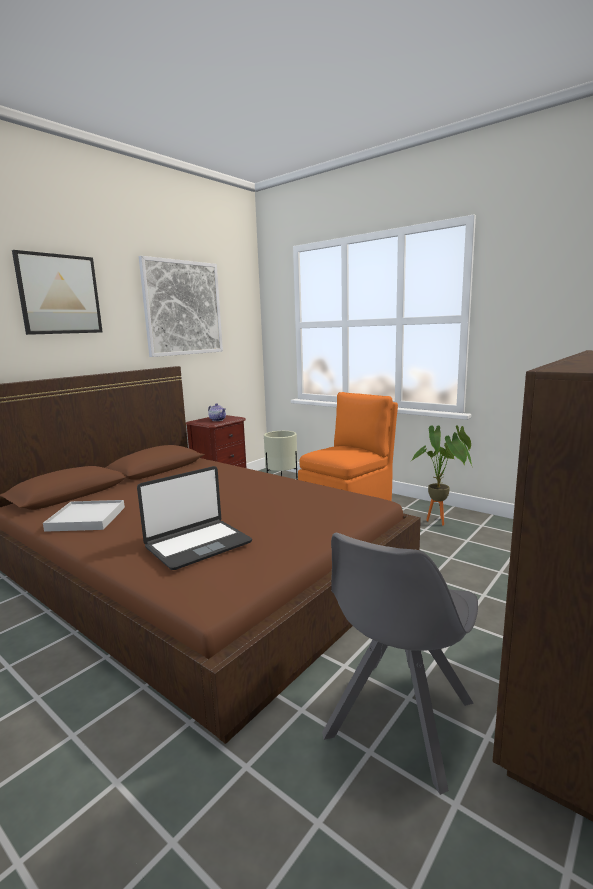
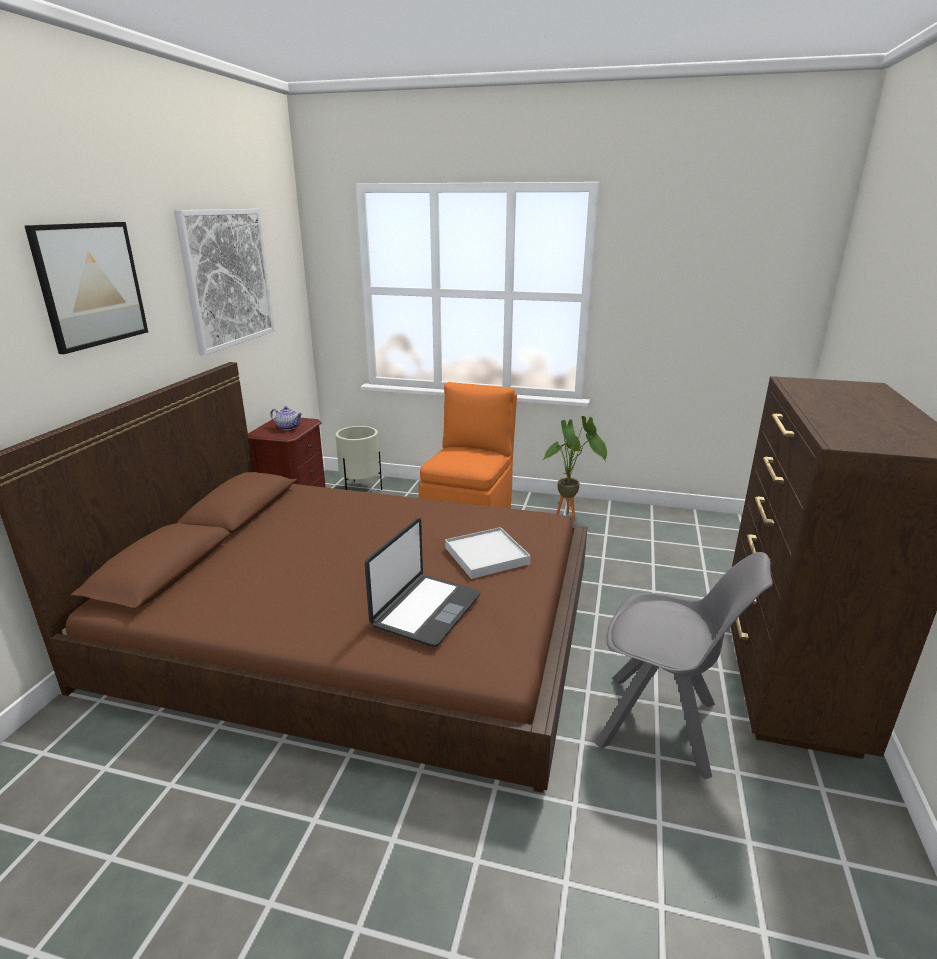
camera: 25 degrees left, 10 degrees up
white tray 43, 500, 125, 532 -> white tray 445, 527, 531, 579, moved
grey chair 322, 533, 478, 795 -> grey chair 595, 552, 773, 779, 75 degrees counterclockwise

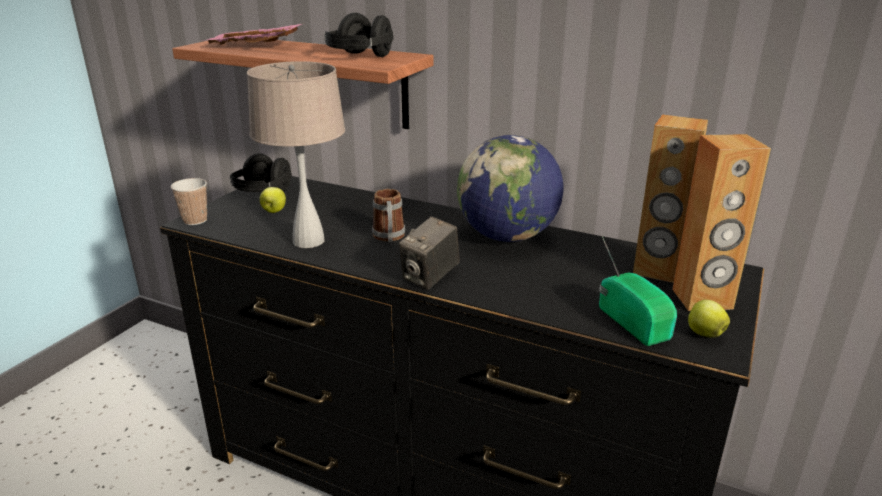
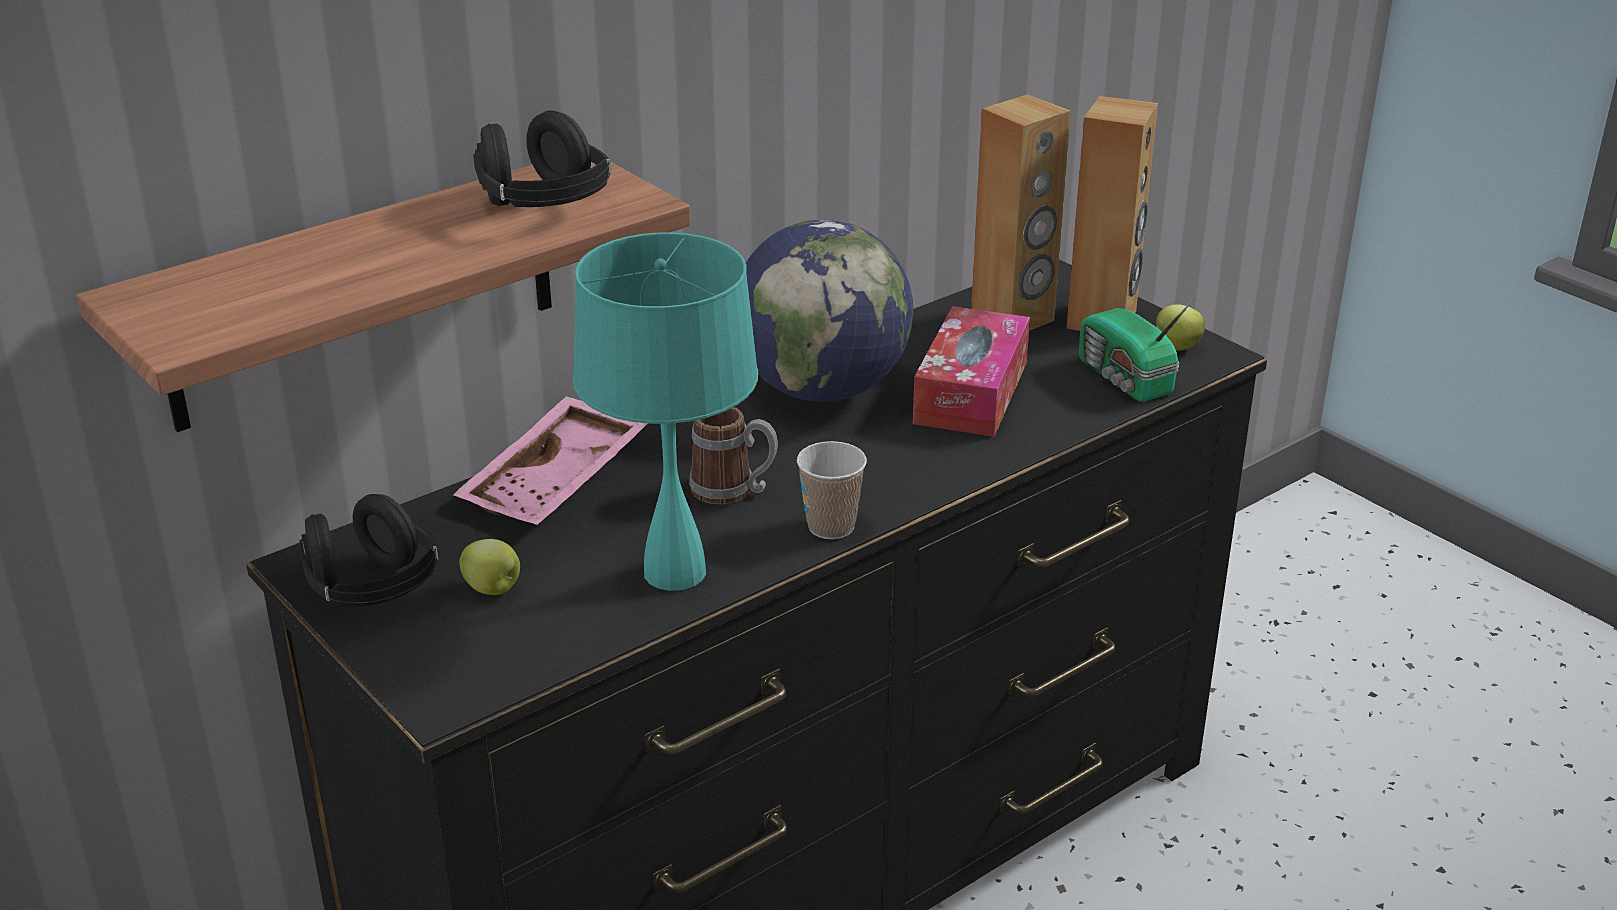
camera: 65 degrees left, 5 degrees up
pink tray 201, 24, 302, 45 -> pink tray 453, 396, 648, 525, moved
beige table lamp 247, 61, 345, 248 -> turquoise table lamp 573, 233, 758, 591
cup 171, 178, 207, 225 -> cup 797, 441, 867, 539, moved
none -> tissue box 913, 306, 1030, 437
radio 599, 236, 677, 346 -> radio 1079, 300, 1193, 402, 120 degrees counterclockwise
photo camera 399, 216, 459, 290 -> none

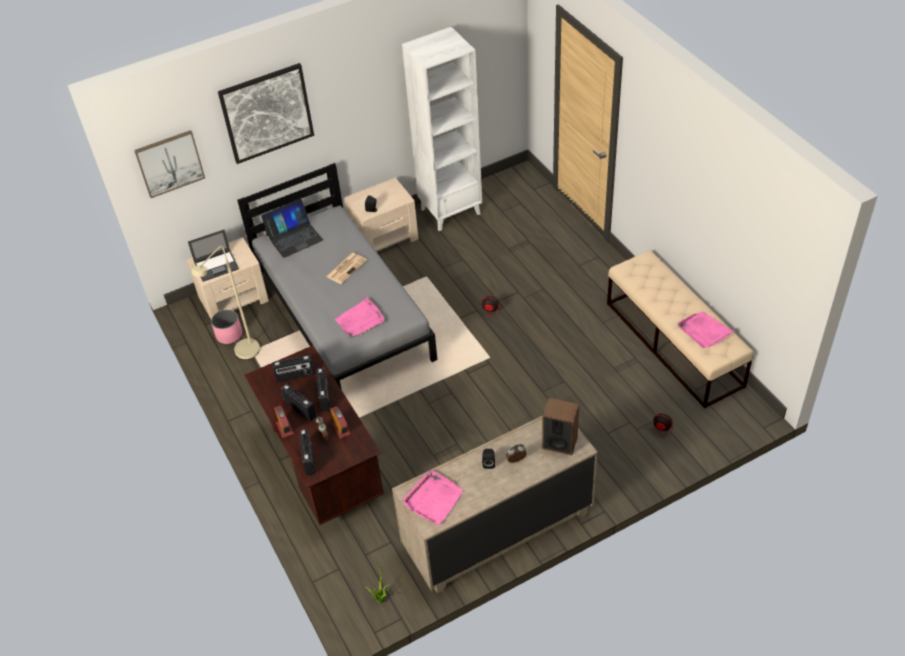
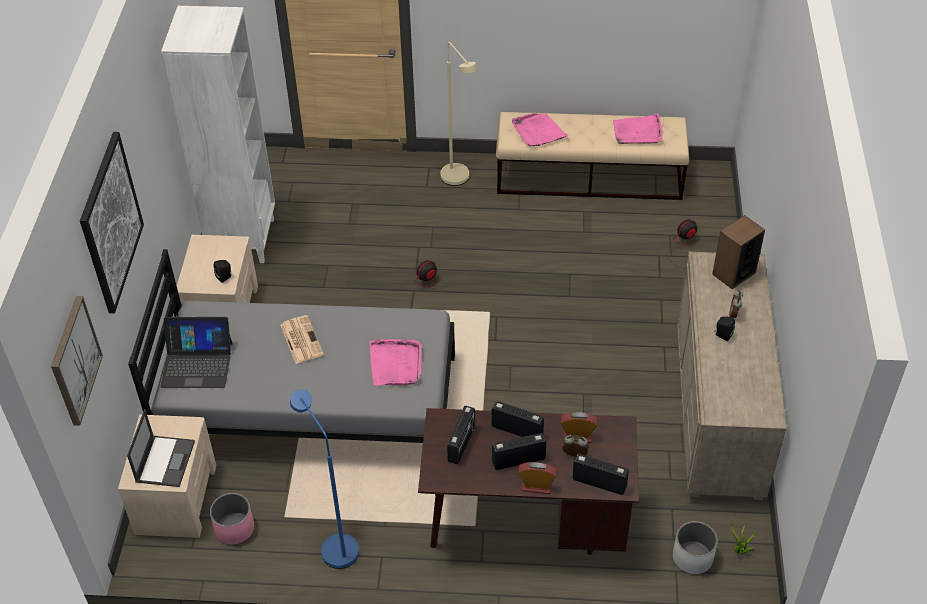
camera: 60 degrees left, 0 degrees up
laptop 261, 198, 323, 258 -> laptop 161, 317, 233, 388, 90 degrees clockwise
none -> blue floor lamp 290, 389, 359, 569
beige floor lamp 192, 246, 260, 360 -> beige floor lamp 440, 42, 477, 186, moved
pink tray 403, 470, 463, 525 -> pink tray 512, 113, 569, 146, moved
none -> white planter 673, 521, 718, 574

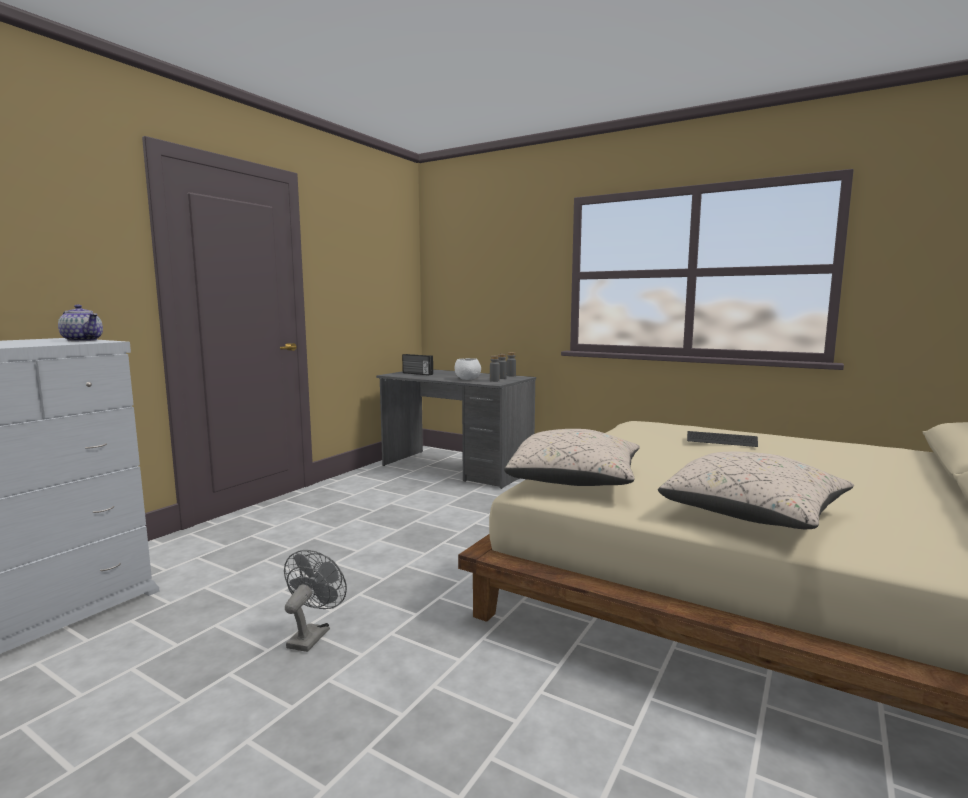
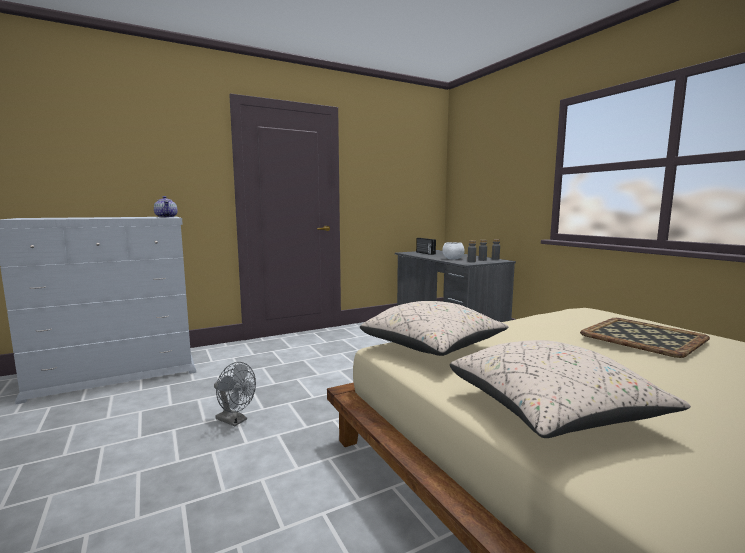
camera: 30 degrees right, 0 degrees up
grey fan 284, 550, 347, 652 -> grey fan 214, 362, 256, 426, 75 degrees clockwise
keyboard 687, 431, 758, 447 -> tray 580, 318, 710, 358

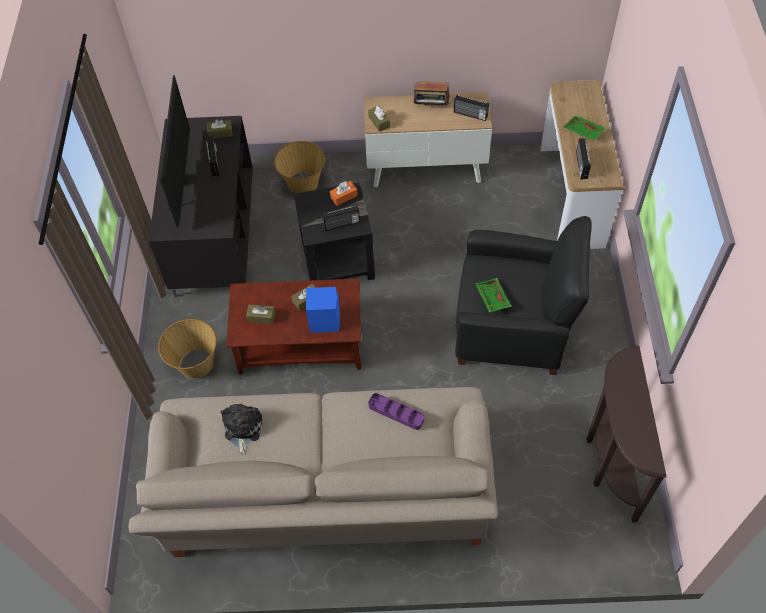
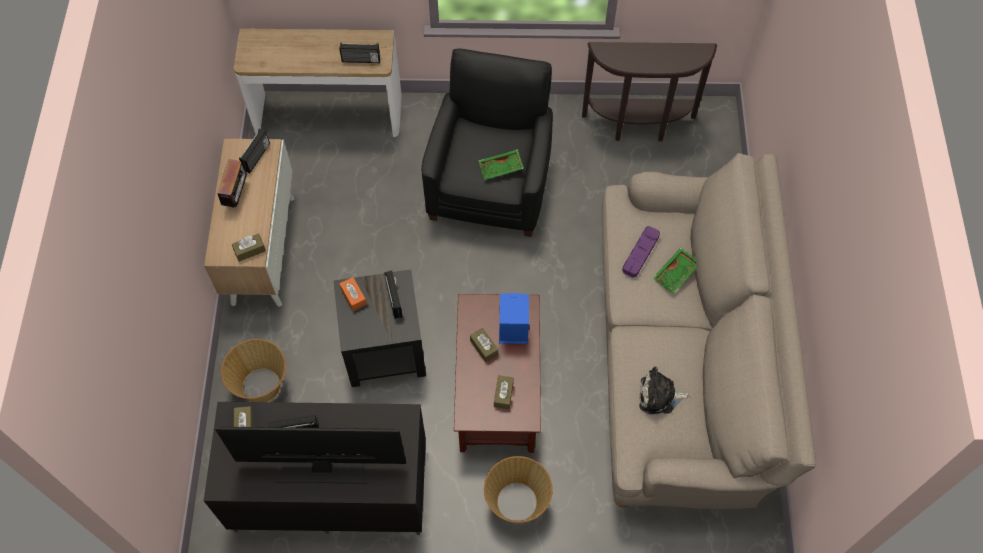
camera: 90 degrees left, 5 degrees up
green tray 563, 115, 607, 141 -> green tray 653, 248, 697, 294, moved

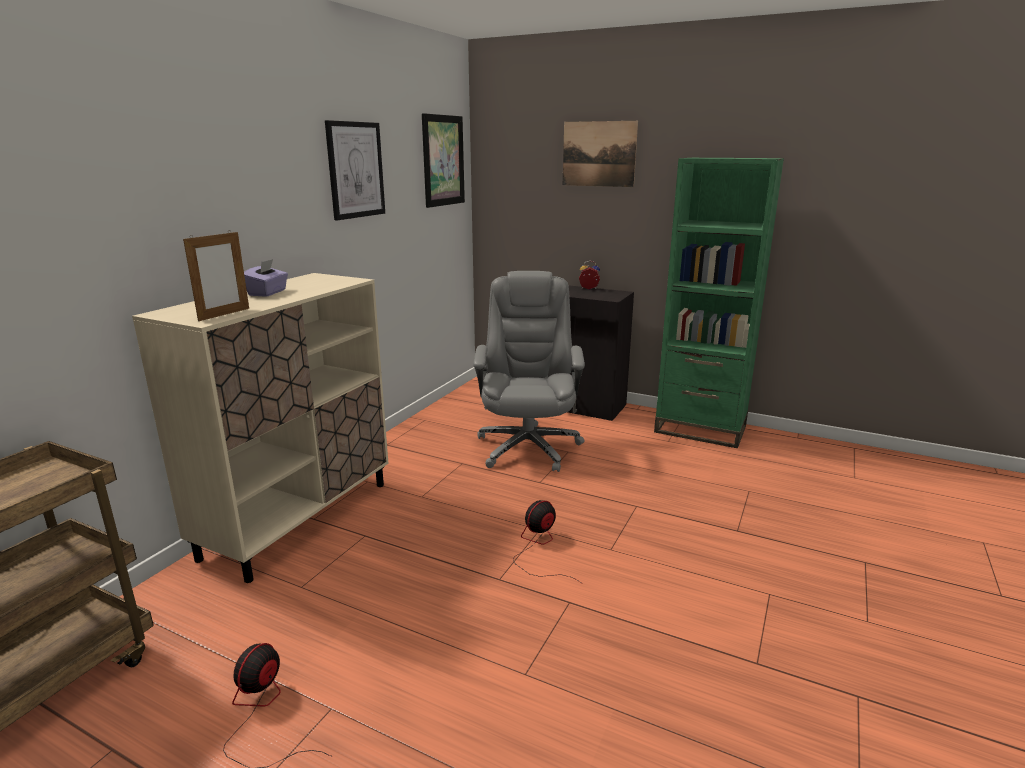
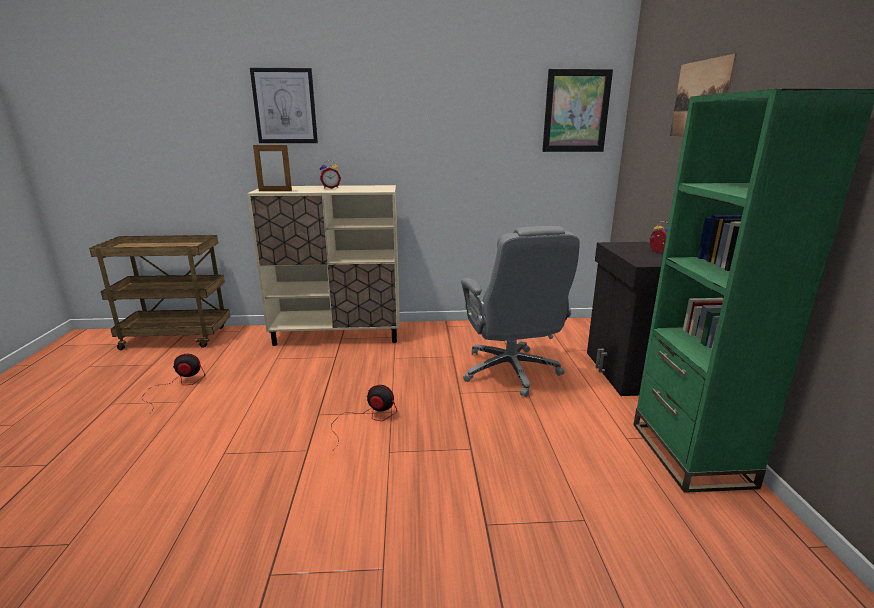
camera: 60 degrees right, 0 degrees up
picture 325, 120, 385, 220 -> picture 250, 68, 318, 143, moved
purple tissue box 244, 259, 288, 297 -> alarm clock 320, 160, 341, 189
grey office chair 473, 271, 585, 472 -> grey office chair 461, 226, 580, 397, 105 degrees clockwise

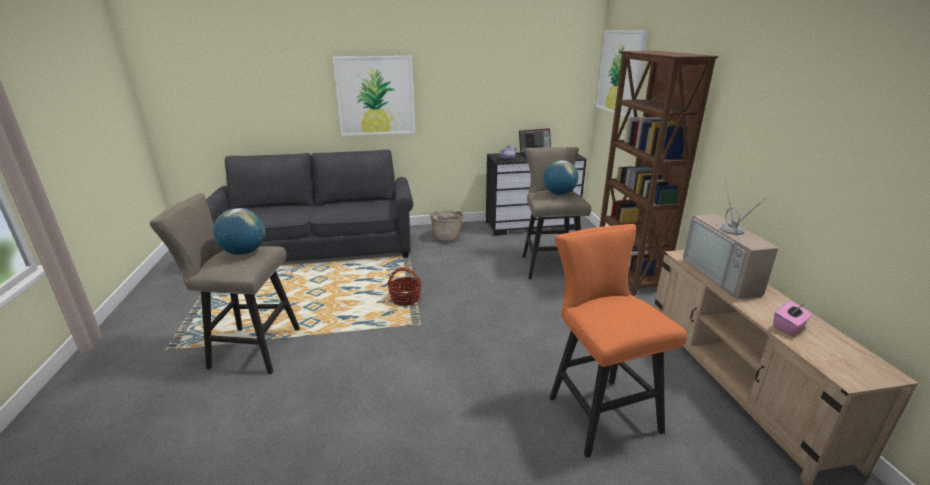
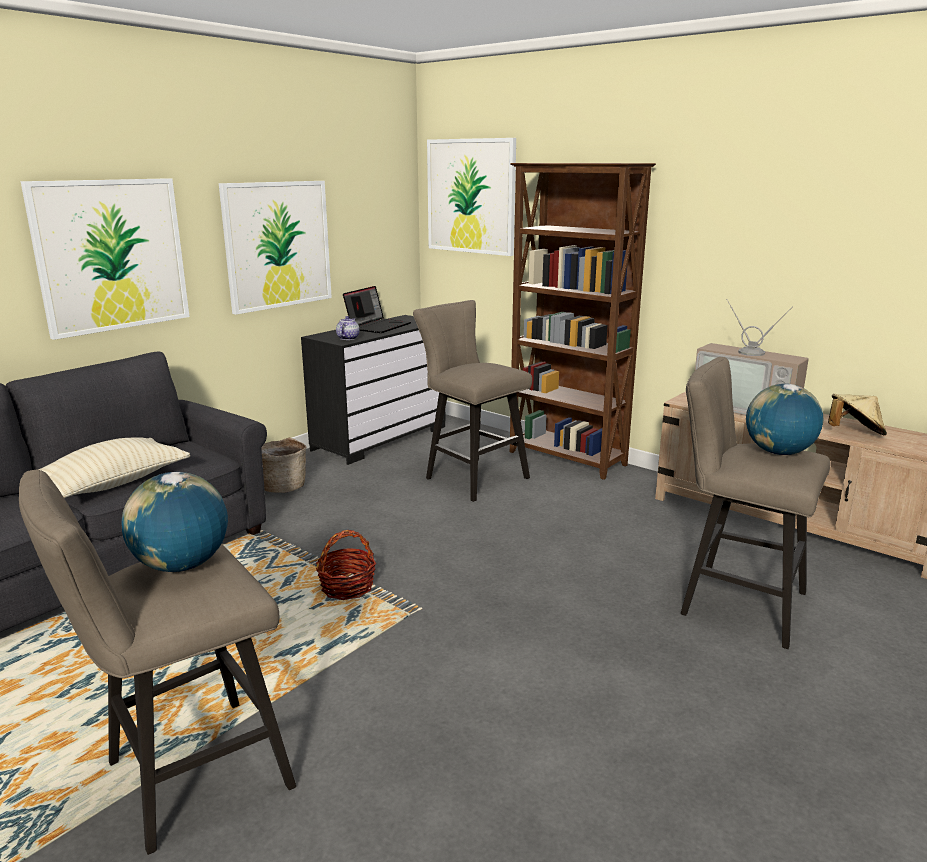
camera: 40 degrees left, 5 degrees down
none -> beige pillow 38, 437, 190, 498
none -> picture 219, 181, 332, 315
orange stool 550, 224, 687, 458 -> beige stool 681, 357, 830, 649
globe 543, 160, 578, 195 -> globe 746, 384, 823, 455, moved
pink tissue box 773, 301, 812, 335 -> beige hat 828, 394, 887, 435

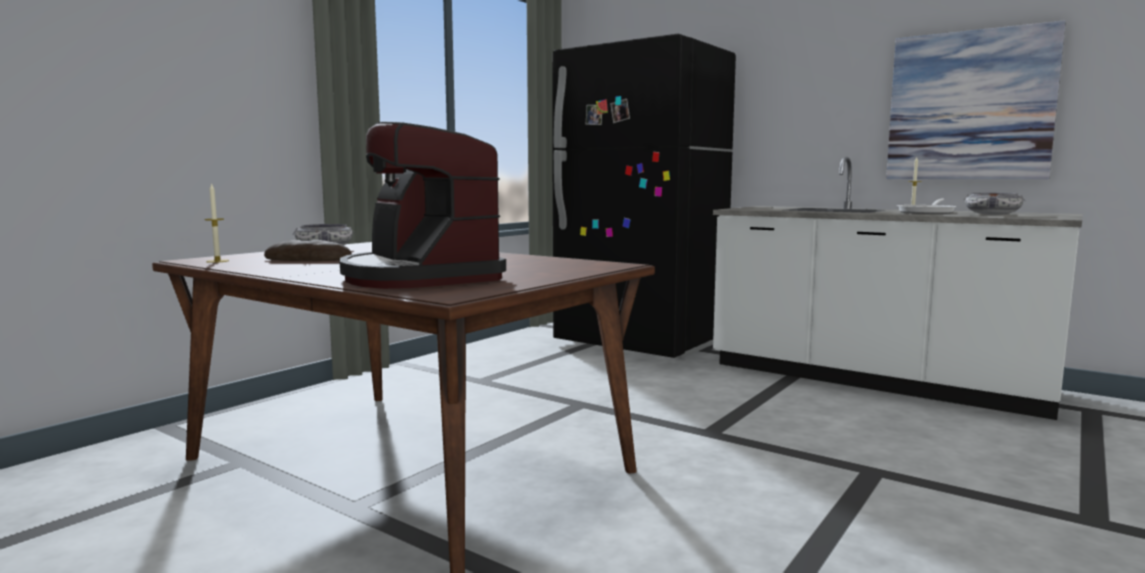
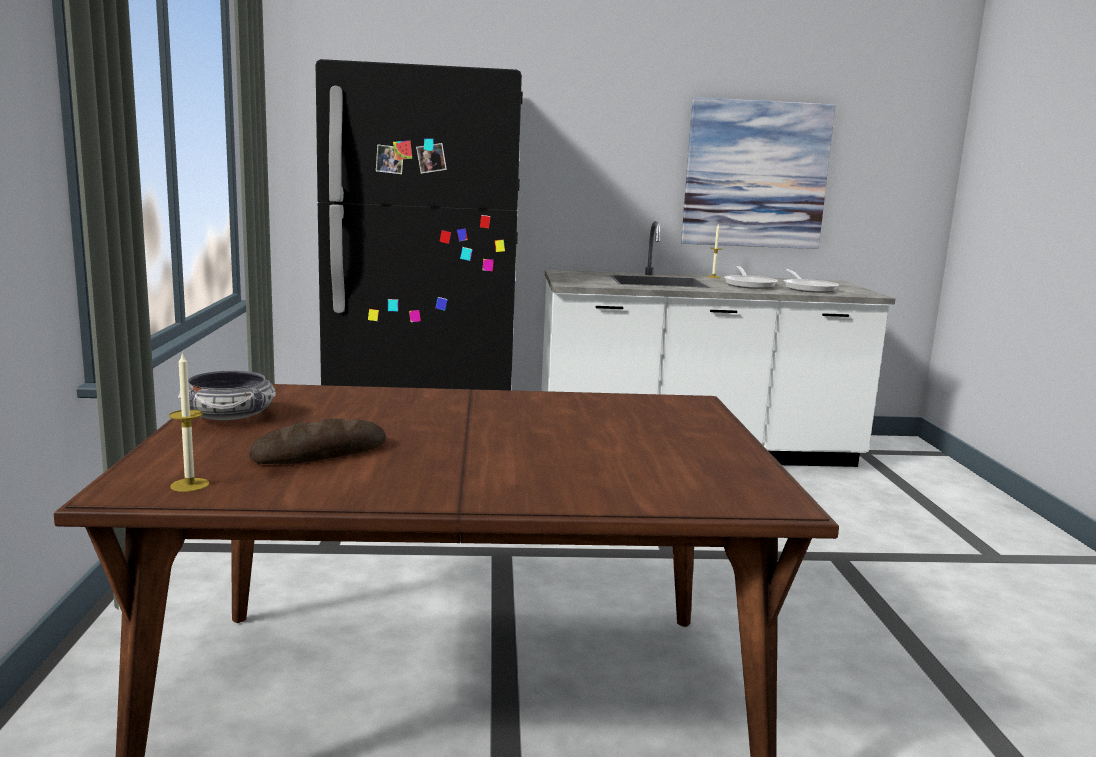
camera: 40 degrees left, 5 degrees up
bowl 963, 193, 1025, 215 -> frying pan 784, 269, 839, 293
coffee machine 339, 122, 506, 289 -> none

